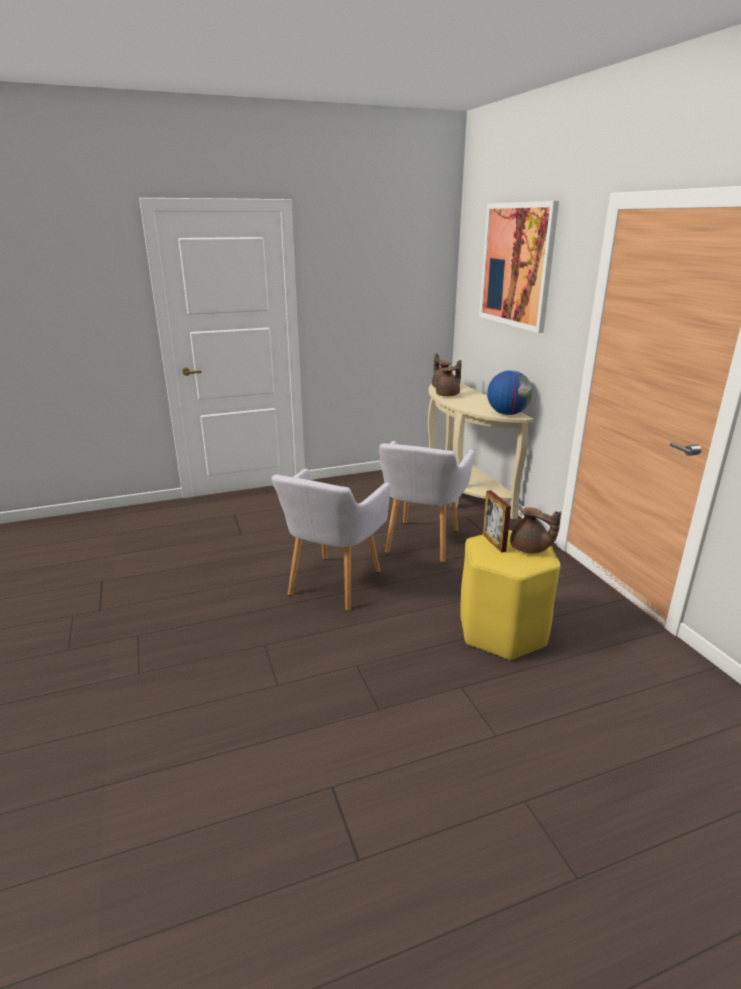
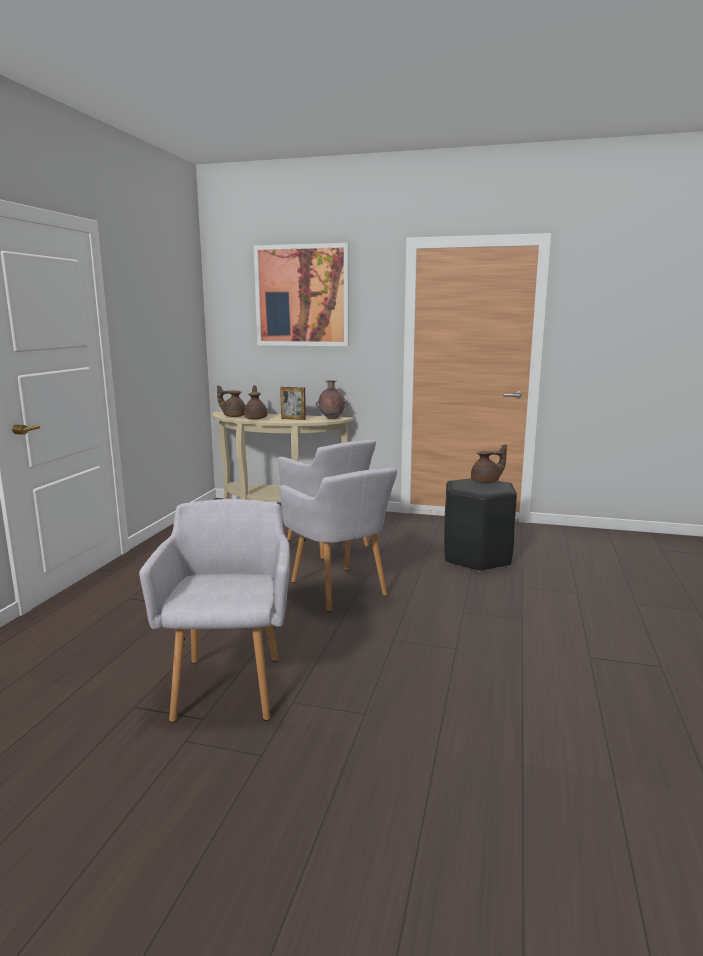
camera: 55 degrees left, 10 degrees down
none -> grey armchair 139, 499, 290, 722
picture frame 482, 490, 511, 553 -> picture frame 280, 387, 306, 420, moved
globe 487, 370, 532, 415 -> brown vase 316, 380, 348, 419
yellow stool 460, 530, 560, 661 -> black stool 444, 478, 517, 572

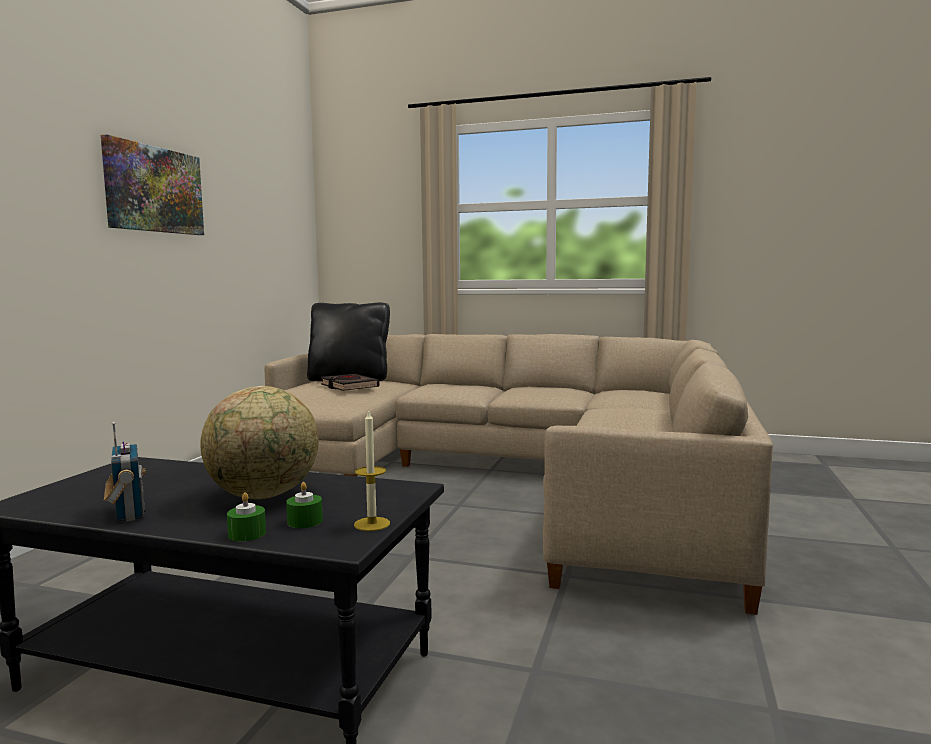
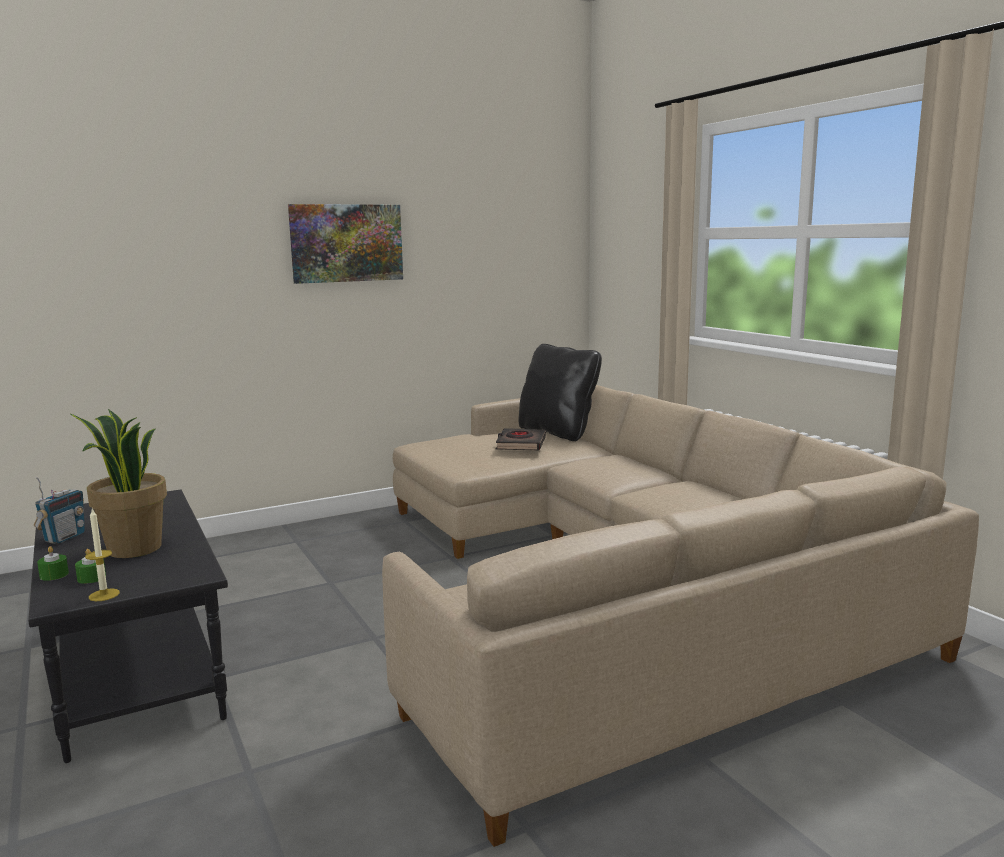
camera: 45 degrees right, 5 degrees up
globe 200, 386, 319, 499 -> potted plant 71, 409, 167, 558

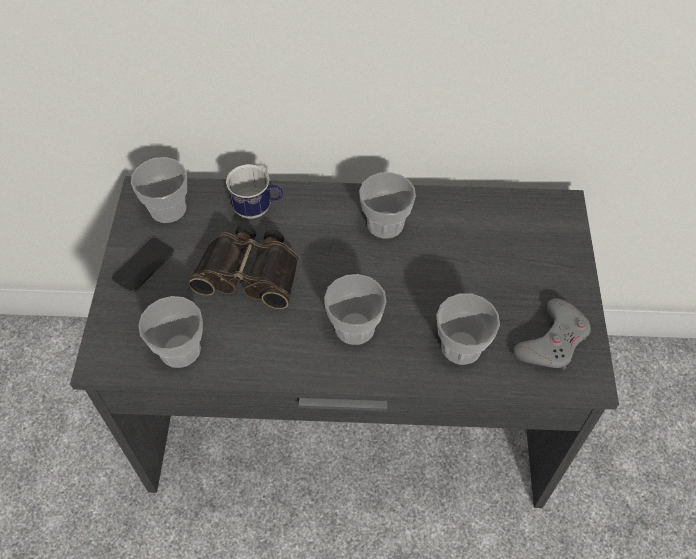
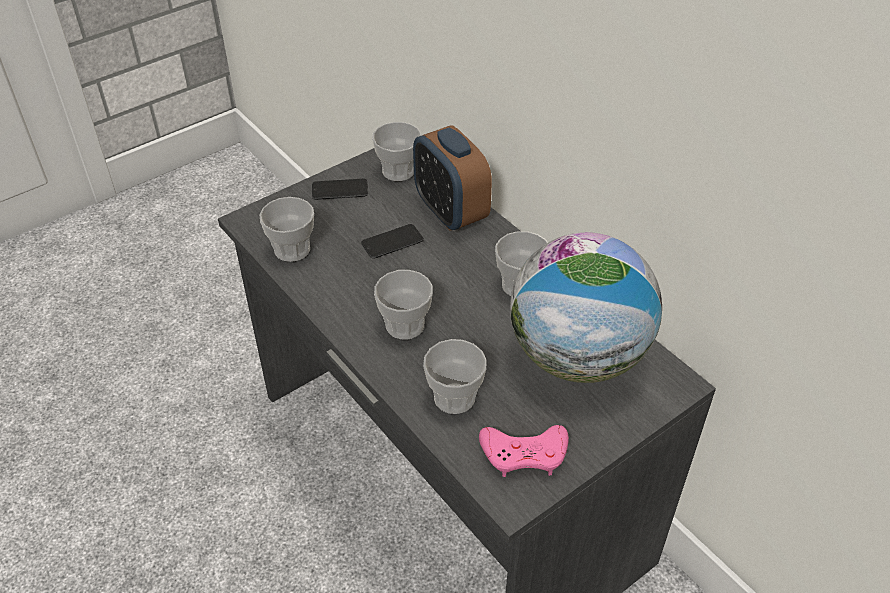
camera: 50 degrees right, 10 degrees down
binoculars 188, 225, 299, 309 -> phone 361, 224, 424, 259
mug 226, 164, 282, 219 -> alarm clock 413, 125, 492, 231
grey game controller 513, 298, 591, 369 -> pink game controller 479, 425, 569, 477
none -> globe 510, 232, 662, 383

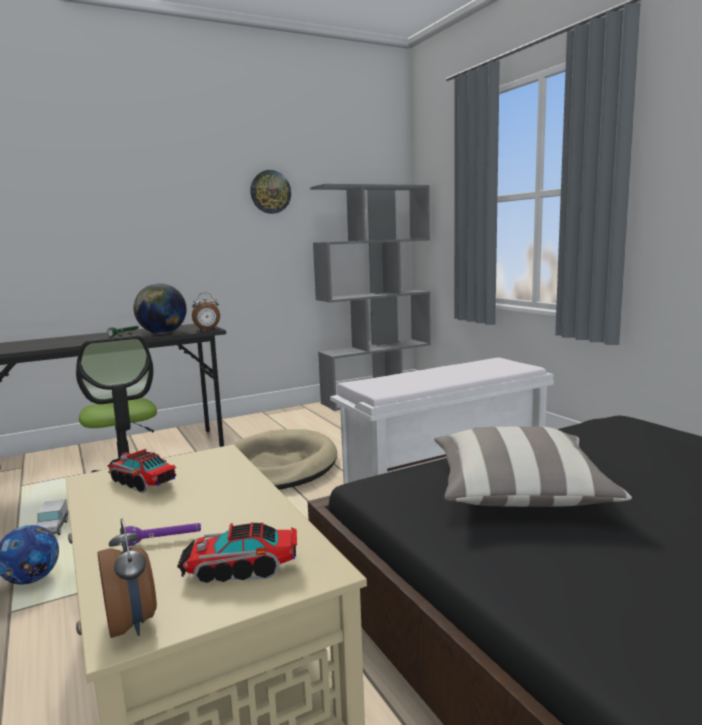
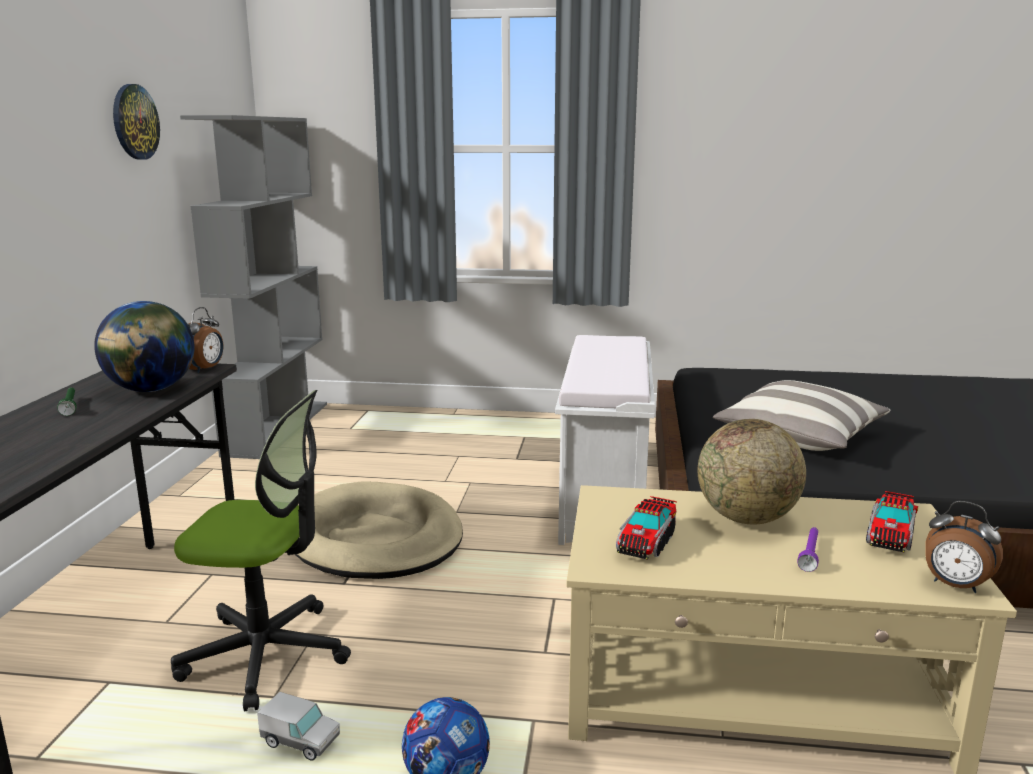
camera: 55 degrees left, 5 degrees up
toy truck 108, 449, 176, 493 -> toy truck 616, 496, 677, 560, 45 degrees counterclockwise
none -> globe 698, 419, 806, 525
alarm clock 98, 519, 157, 638 -> alarm clock 925, 501, 1003, 593, 150 degrees counterclockwise

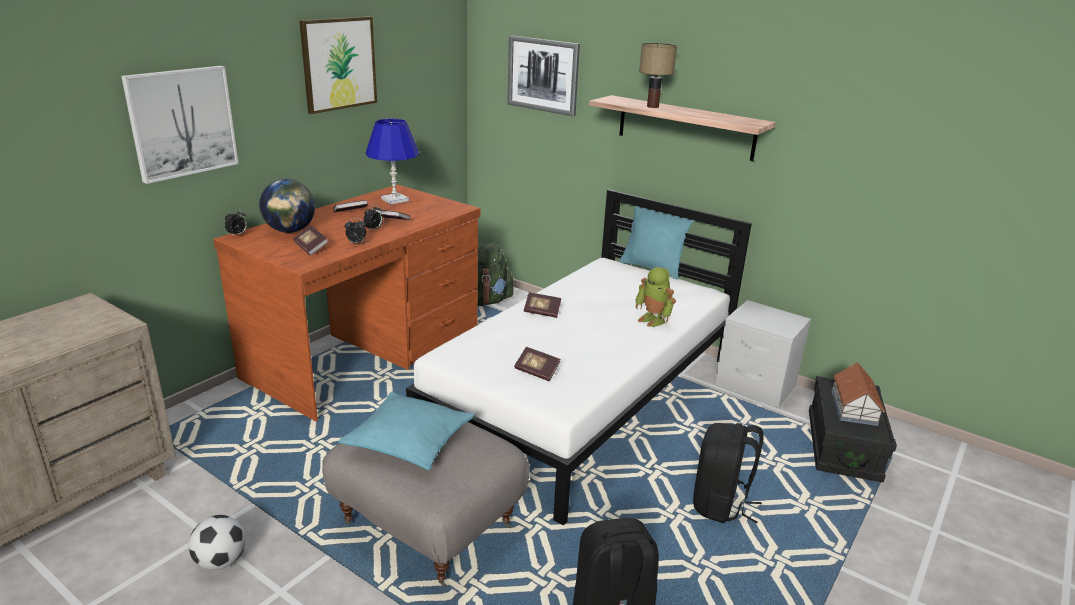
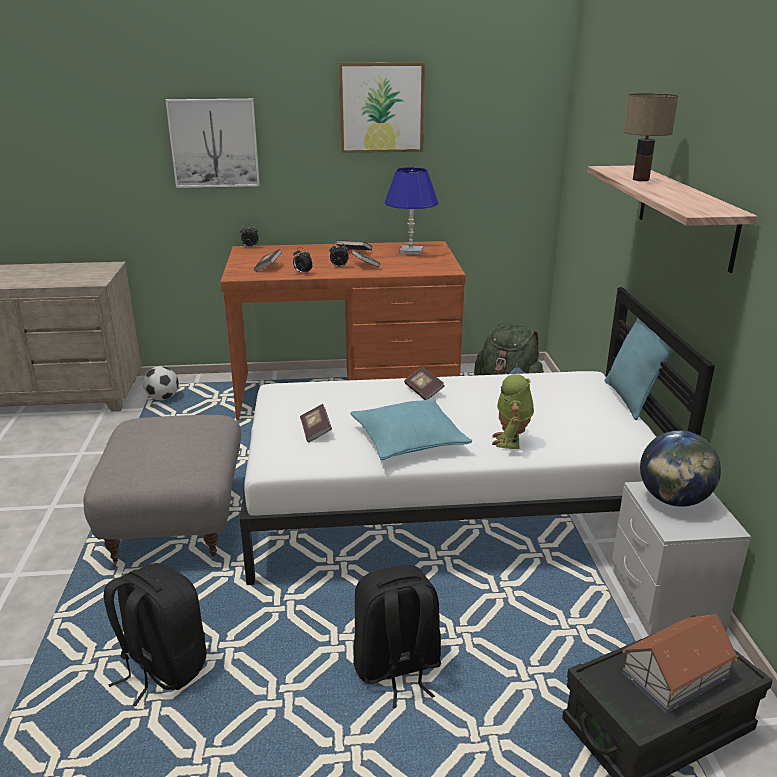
camera: 50 degrees right, 0 degrees up
football 189, 515, 246, 570 -> football 143, 366, 179, 400, moved
turquoise pillow 339, 392, 475, 470 -> turquoise pillow 350, 398, 472, 460, moved
globe 259, 179, 315, 233 -> globe 640, 430, 721, 507, moved
picture 508, 35, 580, 117 -> none

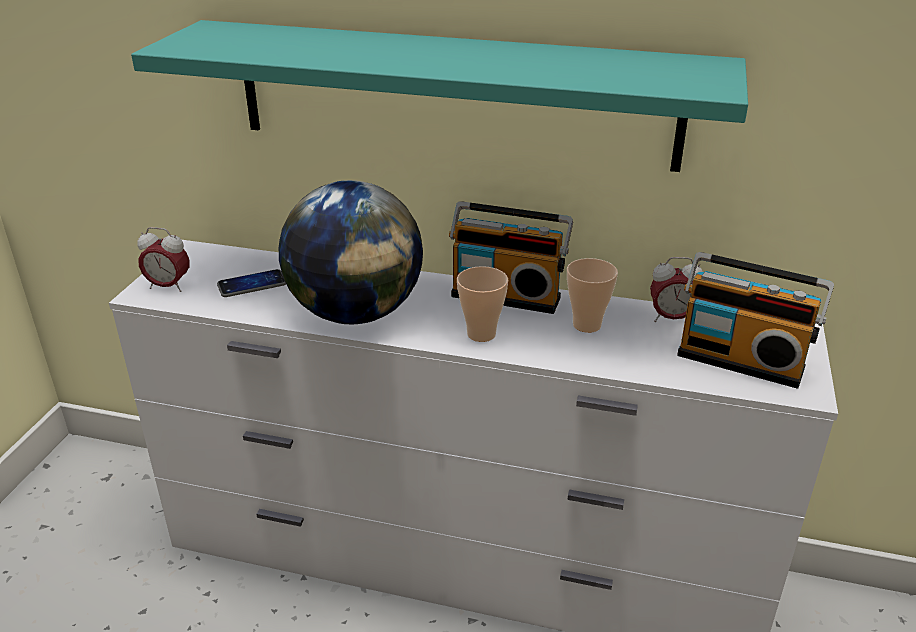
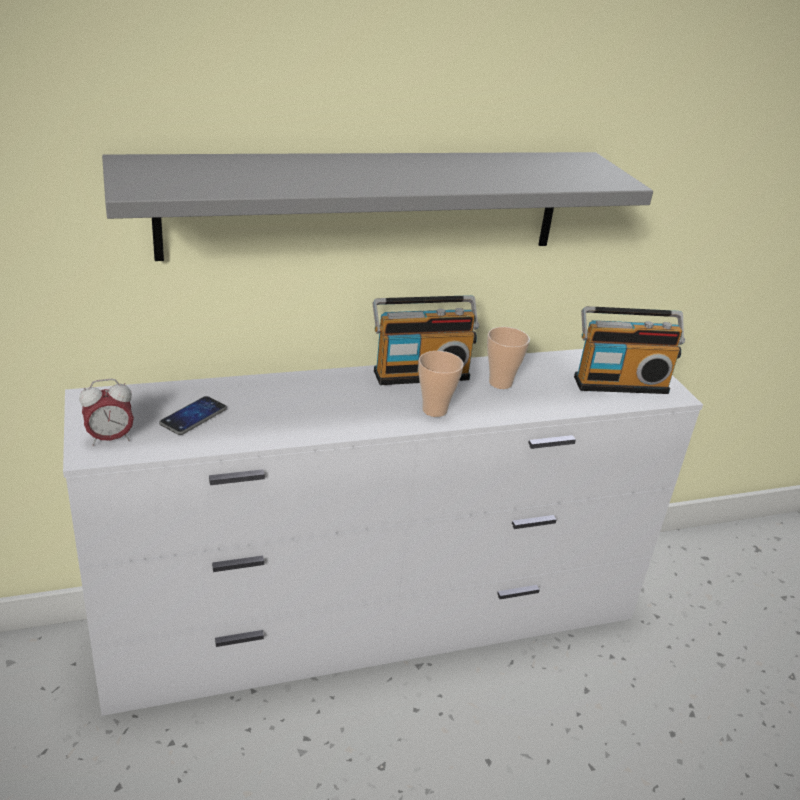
camera: 35 degrees left, 0 degrees up
turquoise shelf 131, 20, 748, 172 -> grey shelf 102, 152, 653, 261
globe 279, 180, 423, 324 -> none
alarm clock 650, 257, 703, 322 -> none

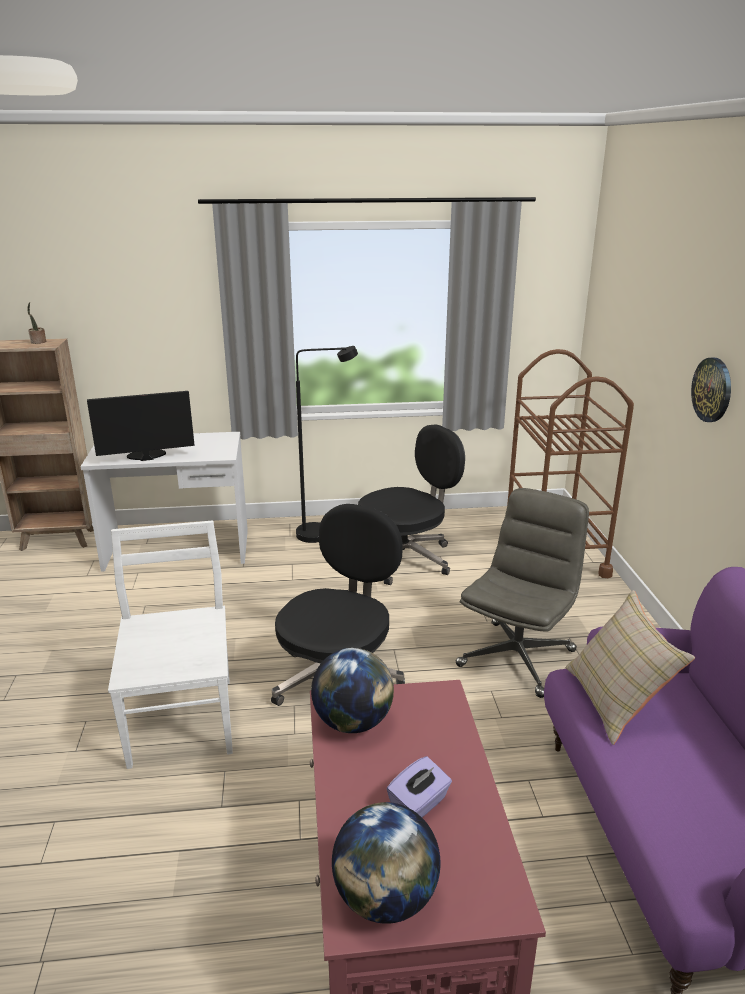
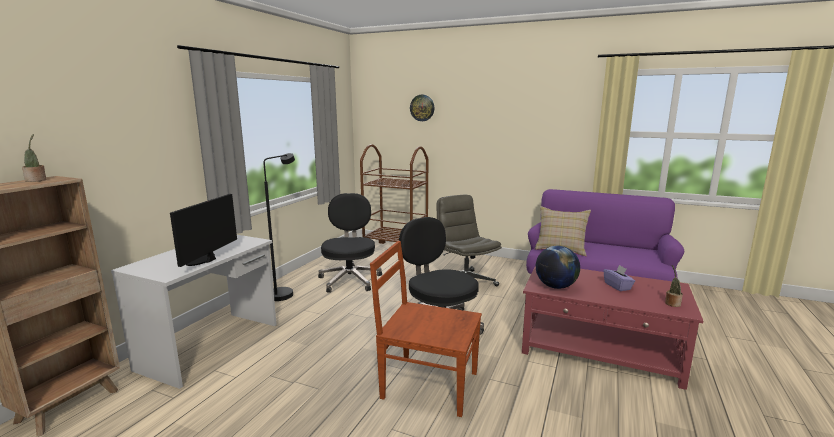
camera: 60 degrees left, 10 degrees down
white chair 108, 521, 233, 769 -> brown chair 370, 241, 482, 417
wall clock 691, 358, 731, 422 -> wall clock 410, 95, 435, 121, moved
globe 332, 802, 441, 924 -> potted plant 665, 265, 683, 307

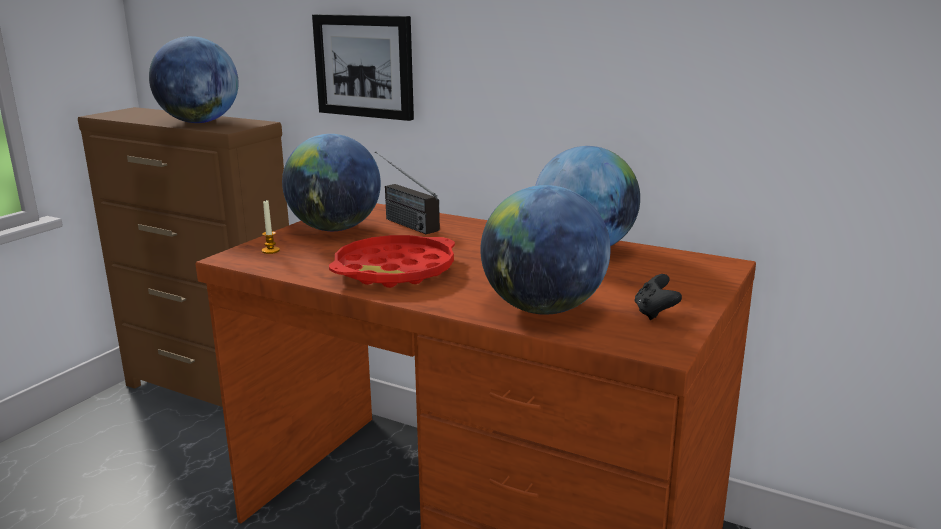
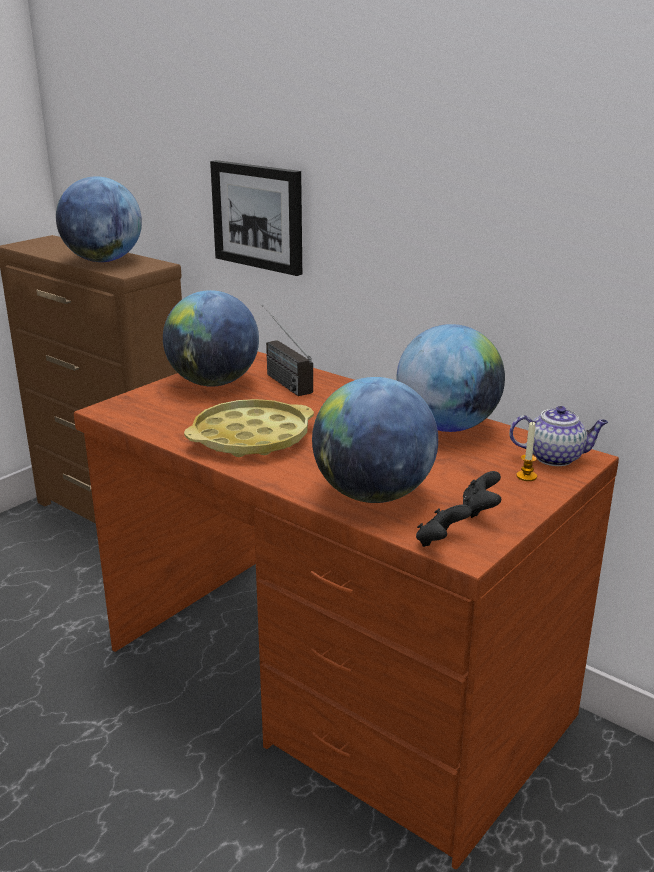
camera: 10 degrees right, 5 degrees up
red tray 329, 235, 455, 288 -> yellow tray 184, 399, 314, 457
none -> black game controller 416, 504, 472, 547
none -> teapot 509, 406, 608, 466
candle 262, 200, 280, 254 -> candle 516, 421, 537, 481, moved

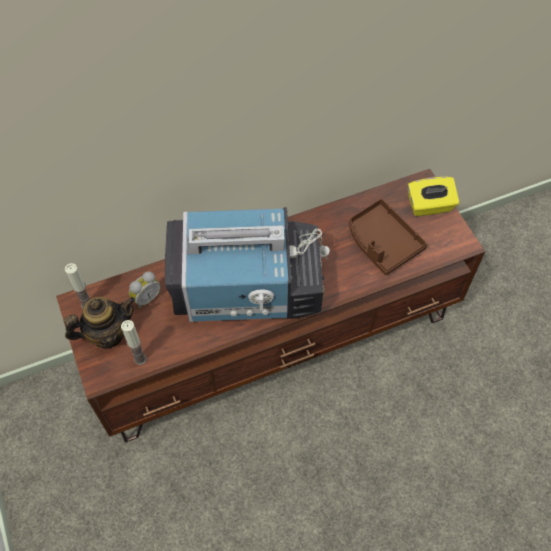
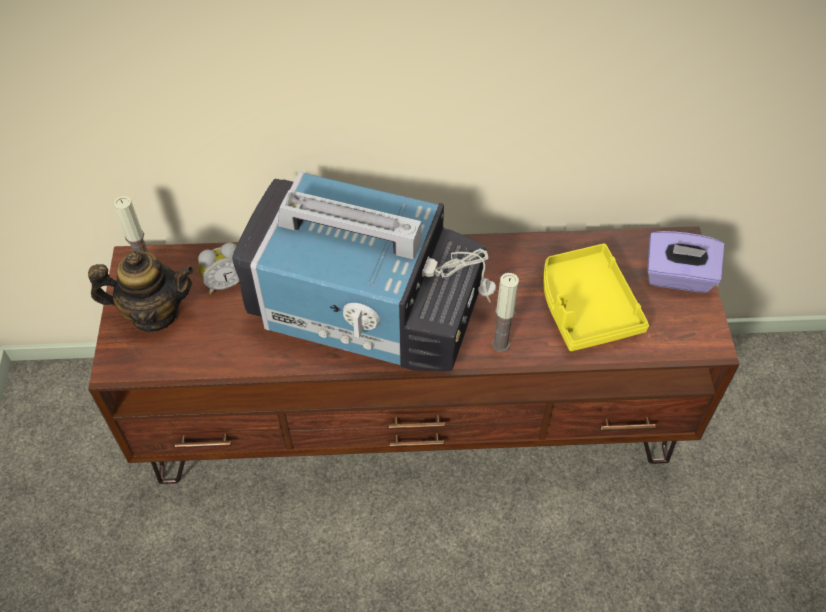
camera: 20 degrees right, 5 degrees down
candle 121, 320, 147, 365 -> candle 491, 273, 519, 353, moved
brown tray 349, 199, 427, 275 -> yellow tray 543, 244, 649, 351
yellow tissue box 407, 177, 459, 216 -> purple tissue box 647, 231, 724, 293

